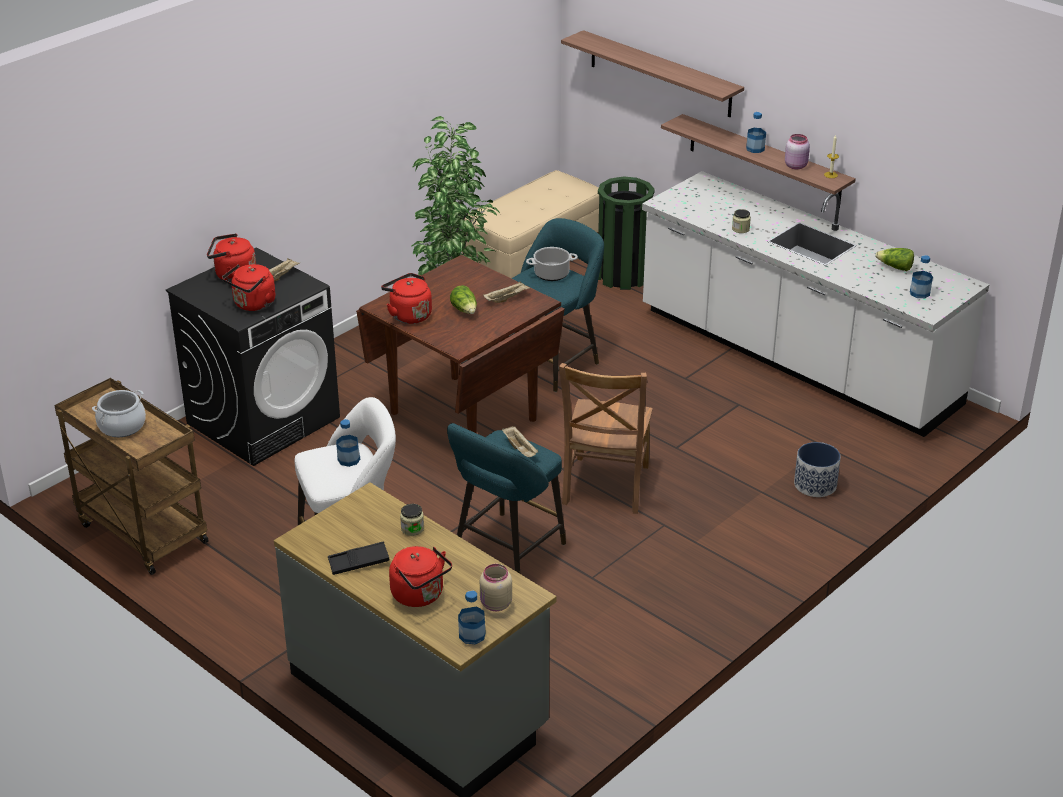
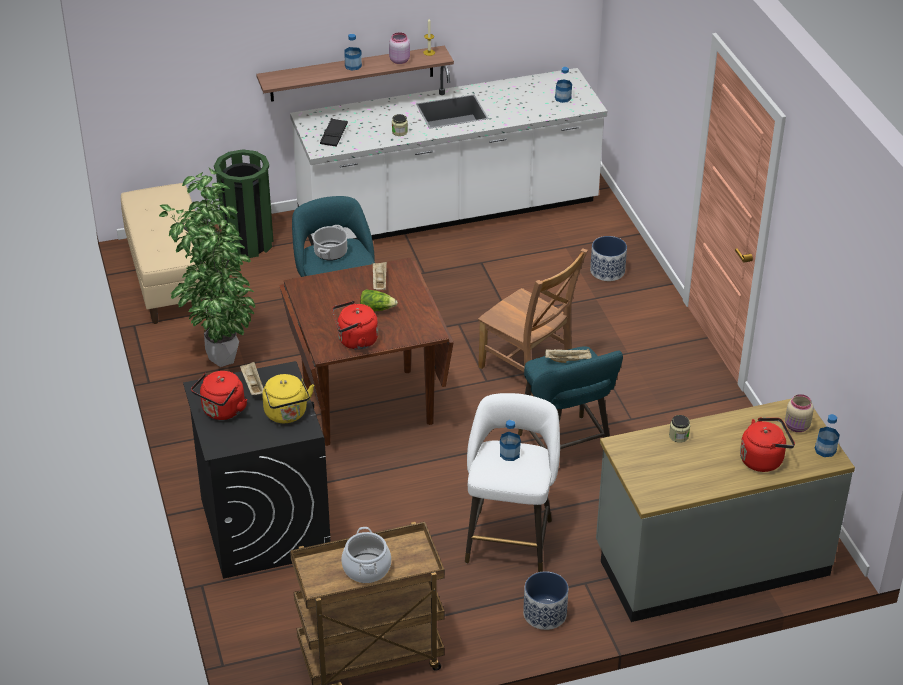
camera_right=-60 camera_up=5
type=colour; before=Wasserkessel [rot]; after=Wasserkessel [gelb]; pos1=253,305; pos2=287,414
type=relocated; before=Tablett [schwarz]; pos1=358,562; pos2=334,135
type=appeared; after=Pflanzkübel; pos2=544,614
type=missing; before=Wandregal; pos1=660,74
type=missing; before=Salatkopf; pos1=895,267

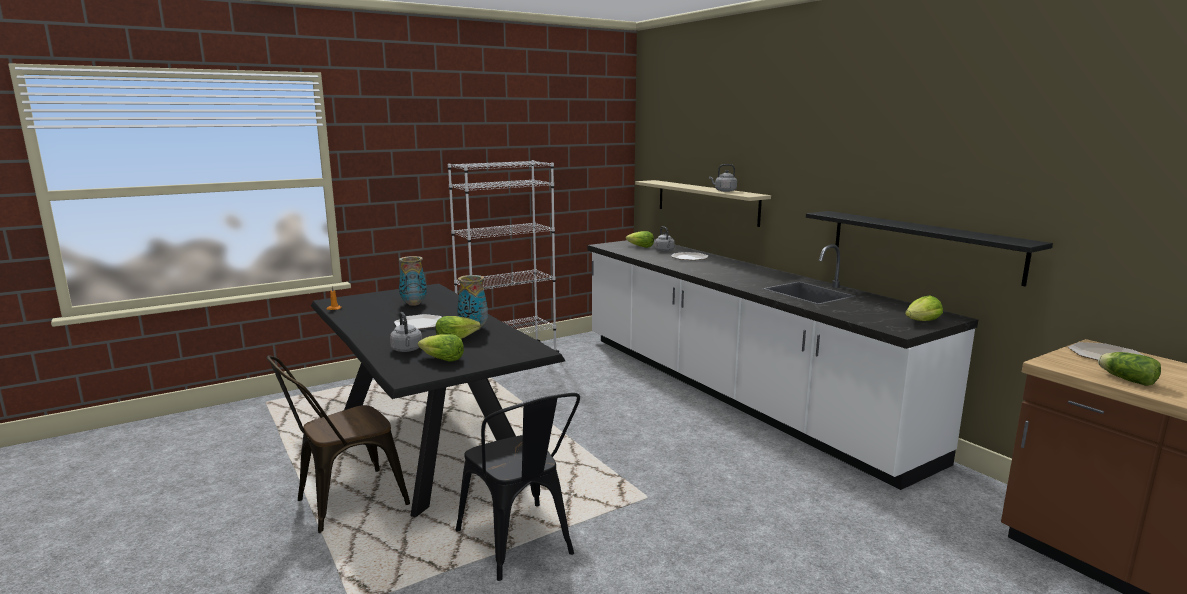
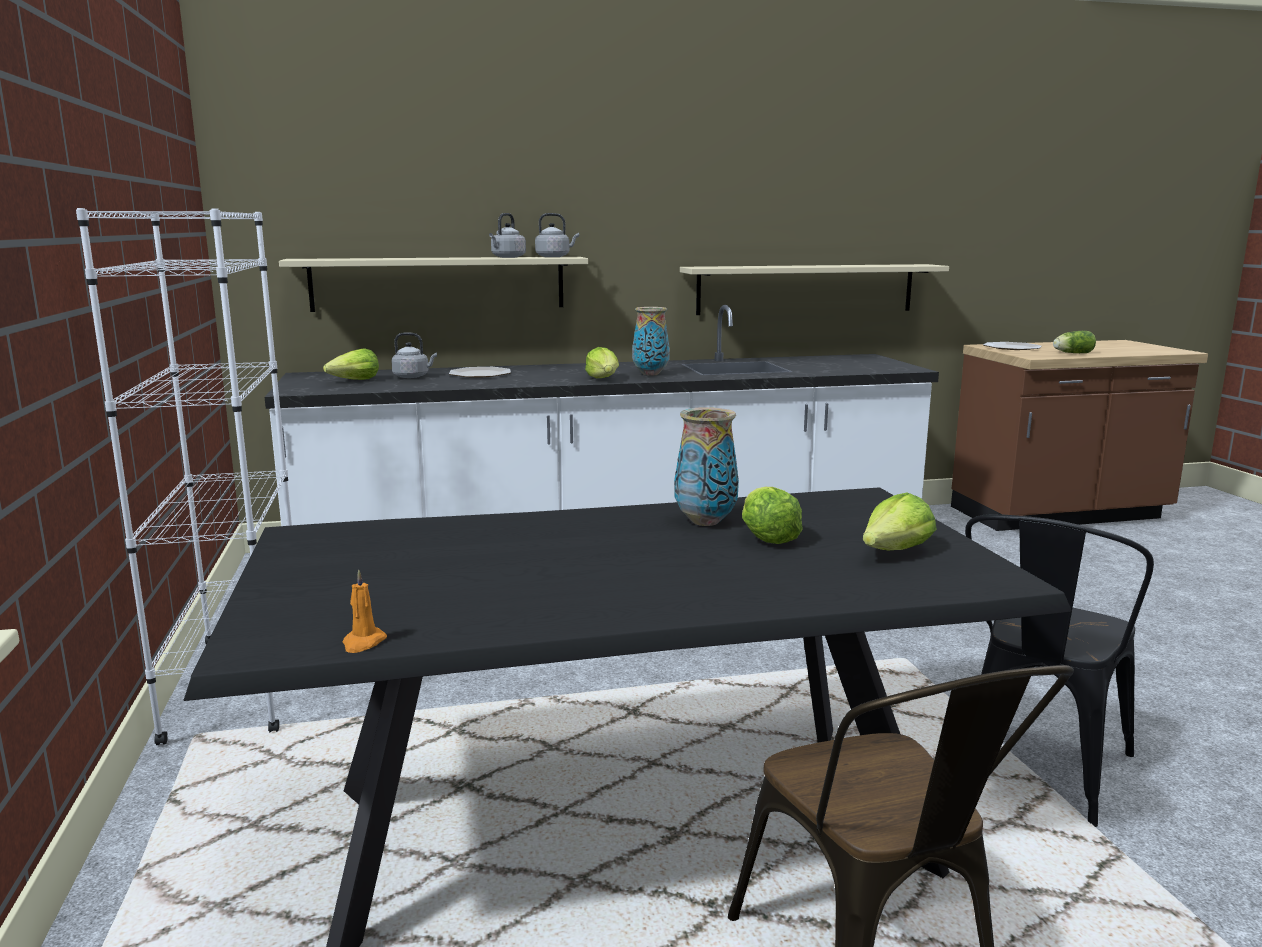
camera_right=-70 camera_up=0
type=relocated; before=Wasserkessel [grau]; pos1=407,350; pos2=554,257
type=relocated; before=Salatkopf; pos1=922,322; pos2=604,379
type=relocated; before=Vase; pos1=414,304; pos2=651,374
type=colour; before=Wandregal [schwarz]; after=Wandregal [beige]; pos1=922,245; pos2=806,289
type=spun; before=Stuhl [schwarz]; pos1=520,546; pos2=1035,772; turn=135
type=missing; before=Teller; pos1=420,323

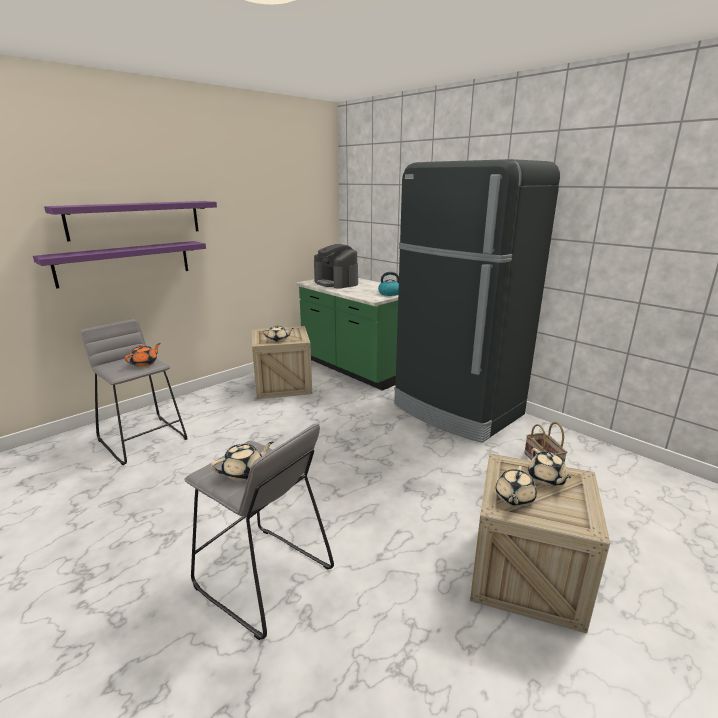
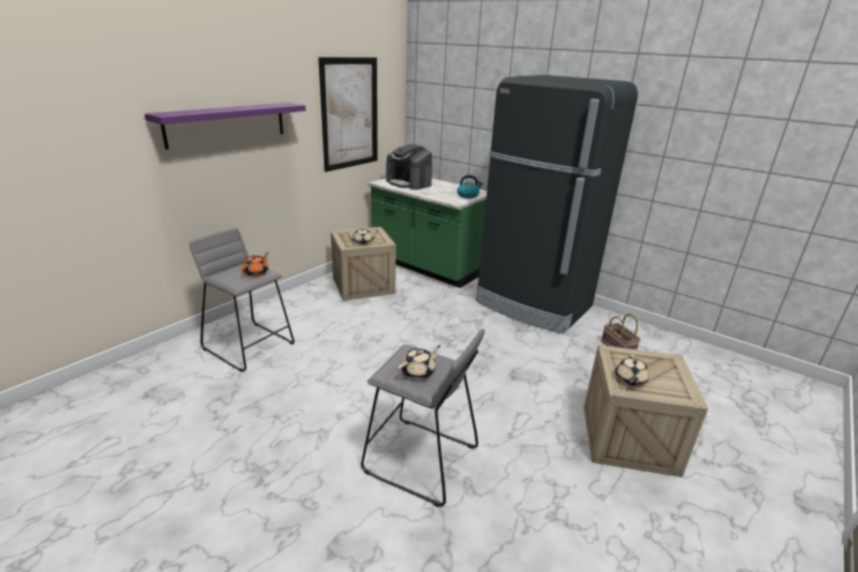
camera_right=-10 camera_up=5
type=appeared; after=Bild; pos2=350,114
type=missing; before=Wandregal [lila]; pos1=124,263
type=missing; before=Teekanne [beige]; pos1=546,479

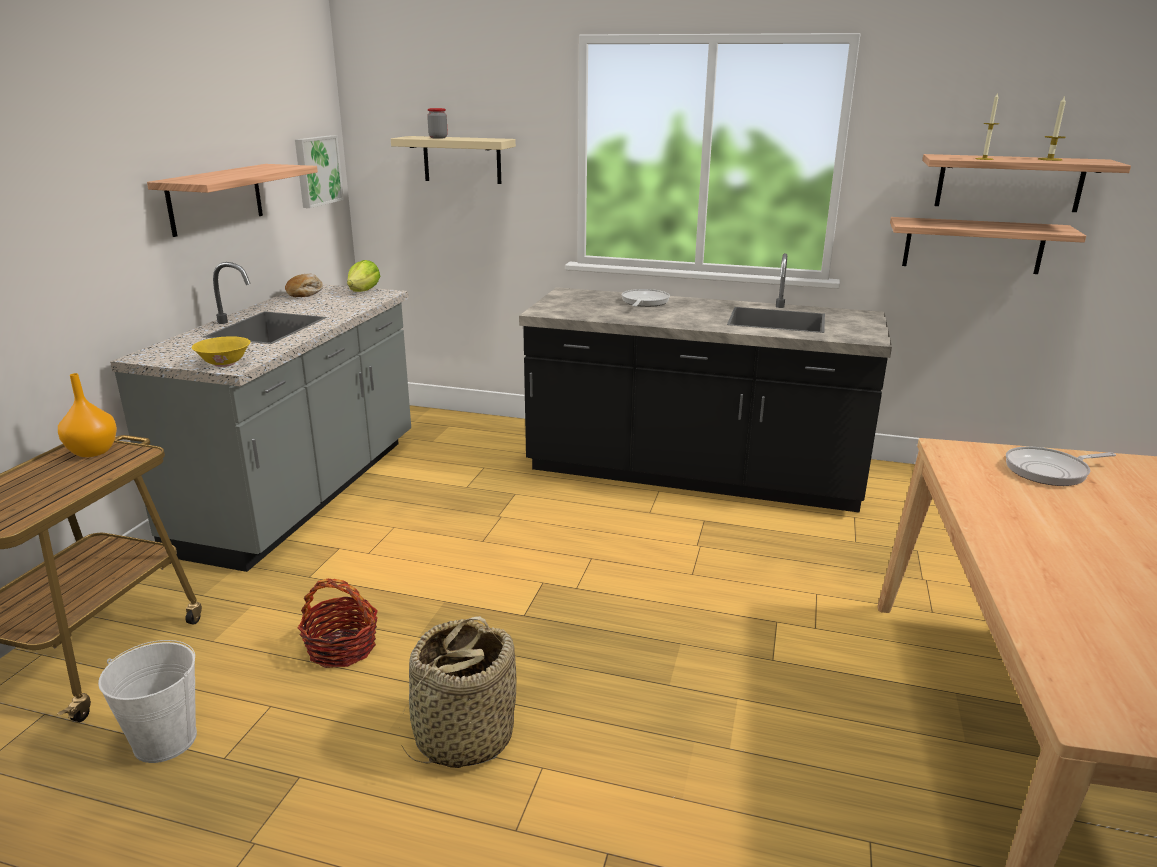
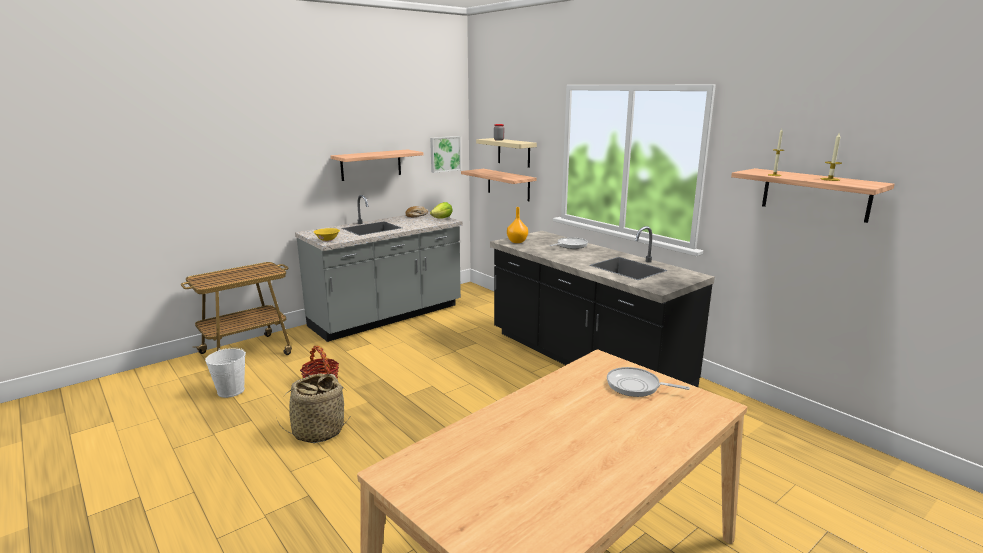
camera_right=35 camera_up=-5
type=relocated; before=Wandregal; pos1=973,245; pos2=508,184
type=relocated; before=Vase [orange]; pos1=91,452; pos2=516,241

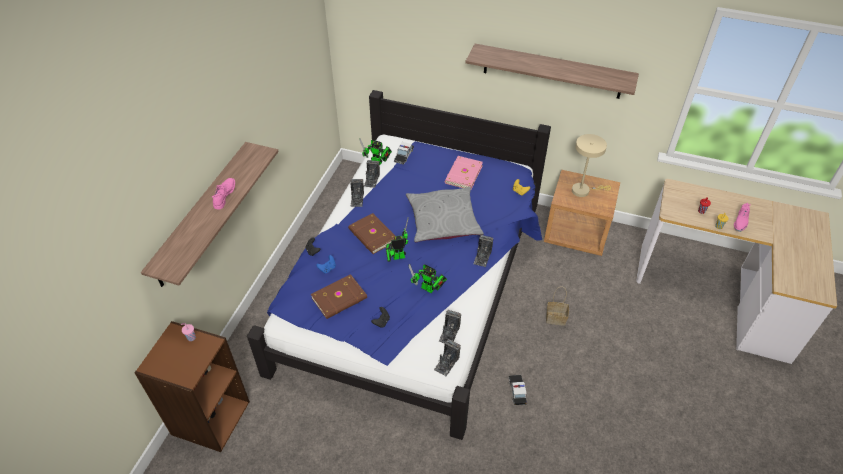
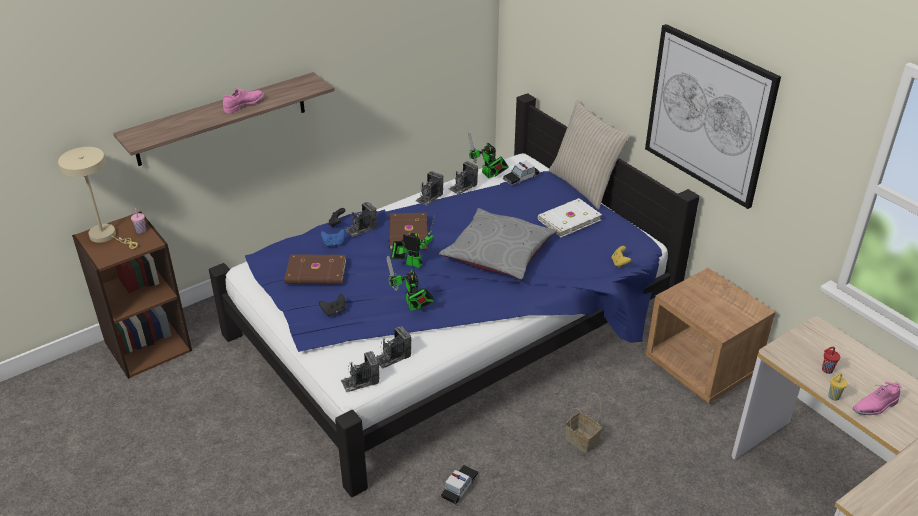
camera_right=35 camera_up=-10
type=relocated; before=Tischlampe [beige]; pos1=583,190; pos2=107,236
type=relocated; before=Kamera; pos1=482,257; pos2=361,228
type=colour; before=Buch [rosa]; after=Buch [weiß]; pos1=463,174; pos2=568,219
type=appeared; after=Kissen [beige]; pos2=584,186
type=exchanged; before=Wandregal; after=Bild; pos1=552,71; pos2=708,115

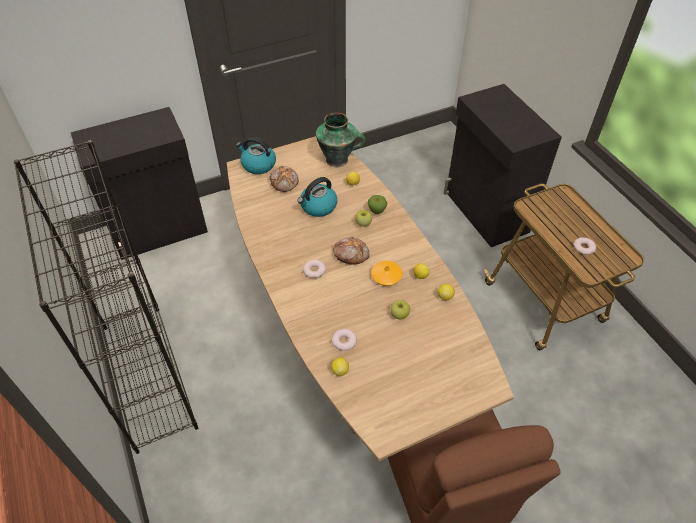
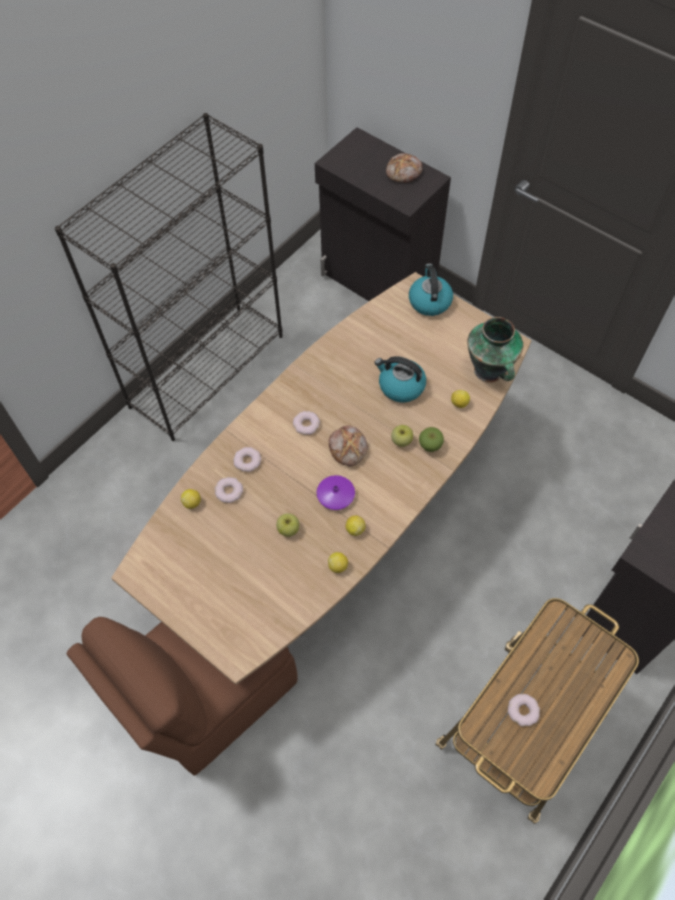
camera_right=65 camera_up=10
type=appeared; after=Donut; pos2=247,461
type=colour; before=Vase [orange]; after=Vase [lila]; pos1=386,276; pos2=335,495
type=relocated; before=Brot; pos1=285,182; pos2=404,173

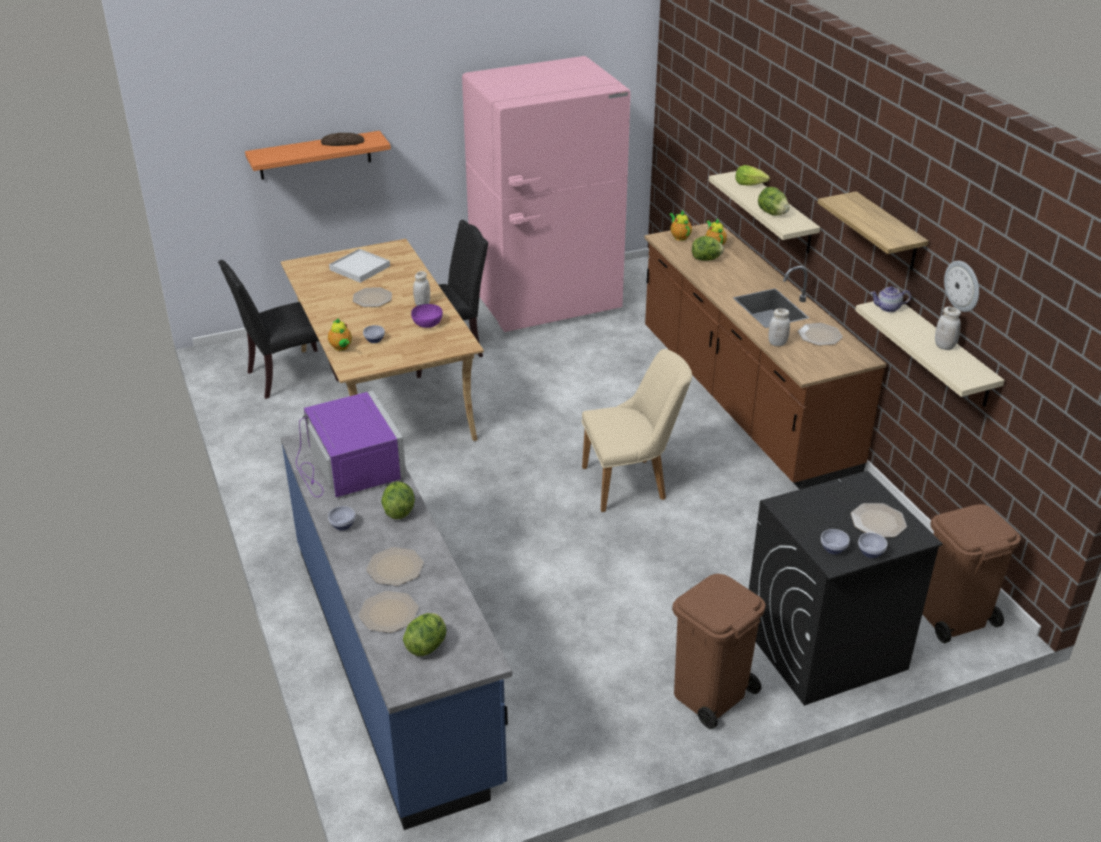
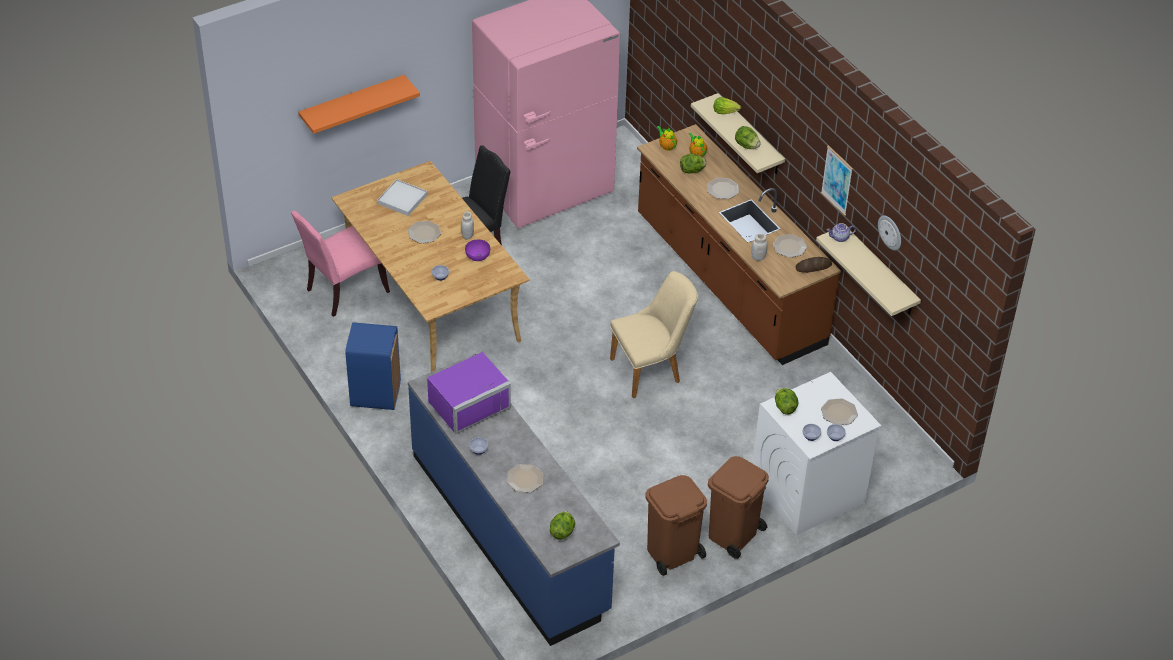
camera_right=-10 camera_up=10
type=colour; before=Stuhl [schwarz]; after=Stuhl [rosa]; pos1=288,376; pos2=343,291
type=appeared; after=Mülleimer [blau]; pos2=375,394
type=spun; before=Mikrowelle [lila]; pos1=349,466; pos2=466,402; turn=90
type=relocated; before=Mülleimer [braun]; pos1=953,617; pos2=672,553
type=relocated; before=Teller; pos1=389,612; pos2=722,189
type=colour; before=Waschmaschine [schwarz]; after=Waschmaschine [weiß]; pos1=824,648; pos2=807,492
type=relocated; before=Salatkopf; pos1=398,511; pos2=784,407
type=relocated; before=Brot; pos1=342,143; pos2=813,267
type=exchanged; before=Wandregal; after=Bild; pos1=888,232; pos2=837,180
type=missing; before=Teekanne; pos1=341,348
type=missing; before=Vorratsglas [weiß]; pos1=944,346

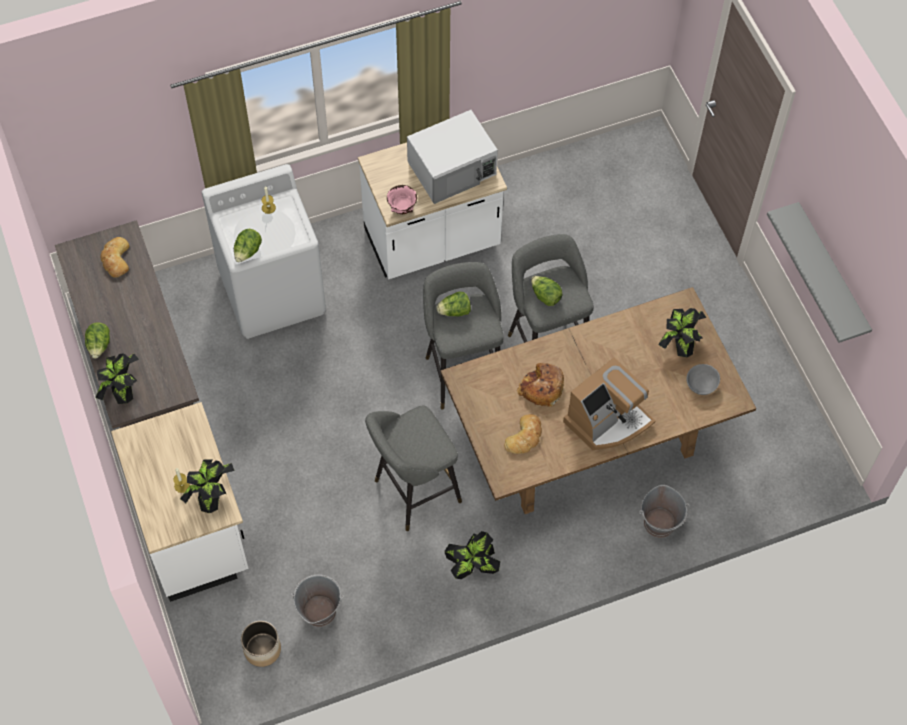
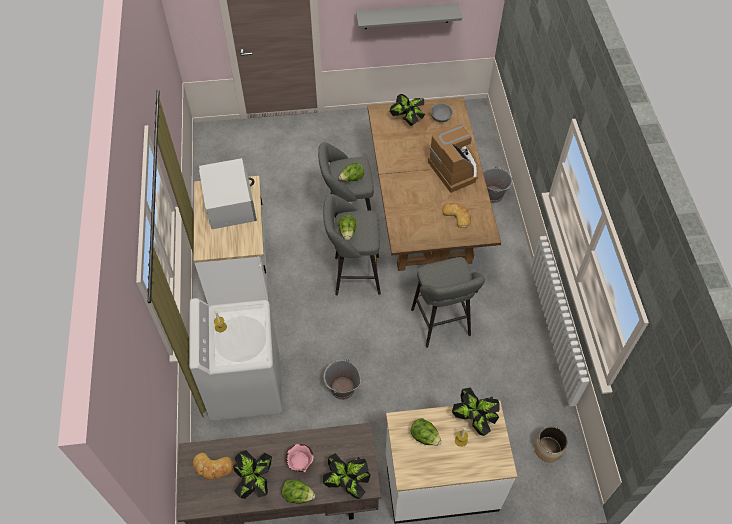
camera_right=-75 camera_up=-5
type=relocated; before=Topfpflanze; pos1=472,566; pos2=255,481
type=relocated; before=Schüssel [rosa]; pos1=401,209; pos2=300,464
type=relocated; before=Eimer [grau]; pos1=319,611; pos2=342,389
type=relocated; before=Salatkopf; pos1=248,252; pos2=425,436
type=missing; before=Brot; pos1=541,388

